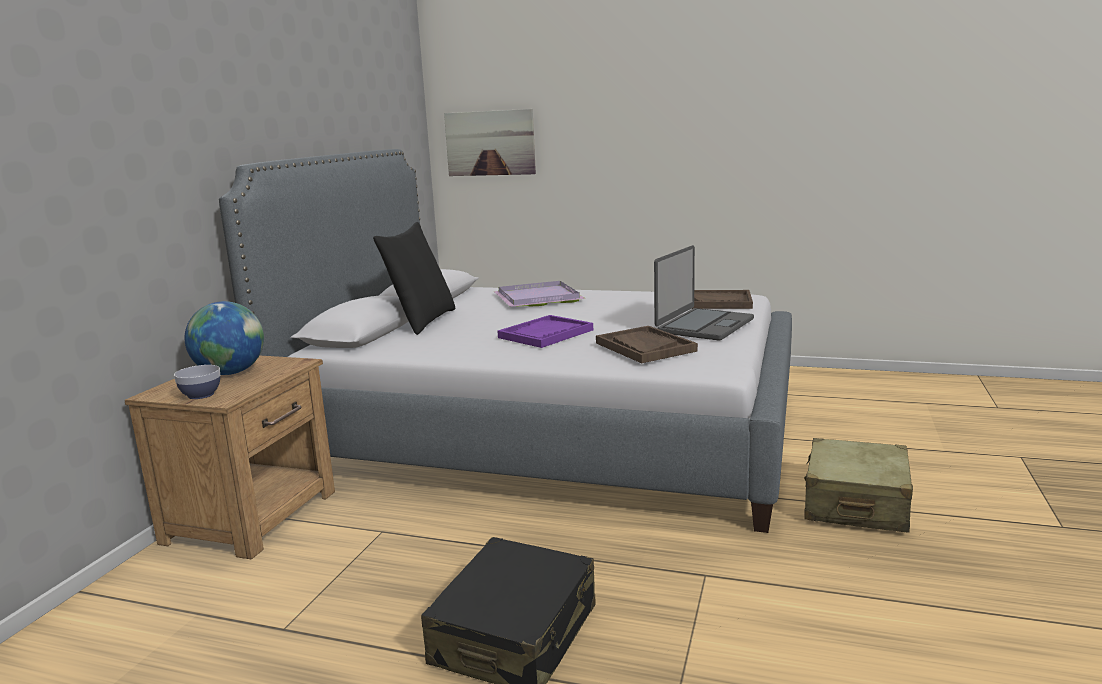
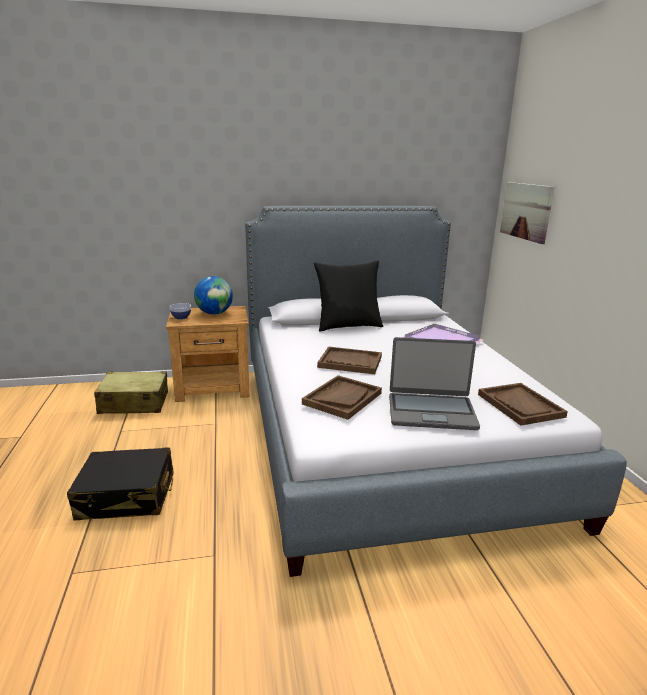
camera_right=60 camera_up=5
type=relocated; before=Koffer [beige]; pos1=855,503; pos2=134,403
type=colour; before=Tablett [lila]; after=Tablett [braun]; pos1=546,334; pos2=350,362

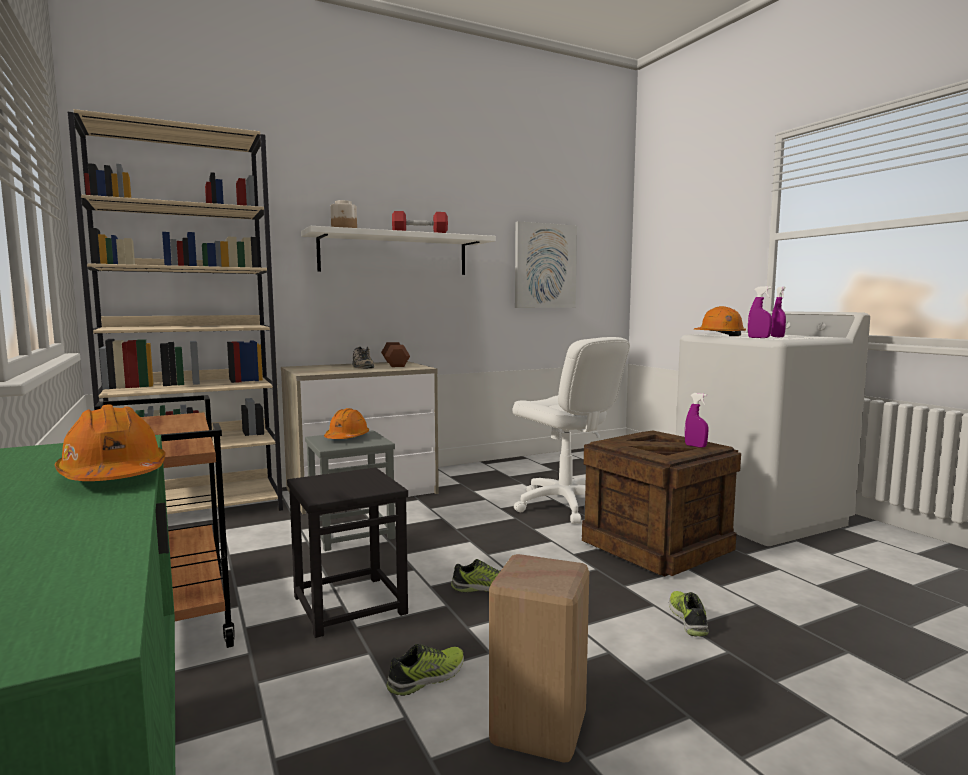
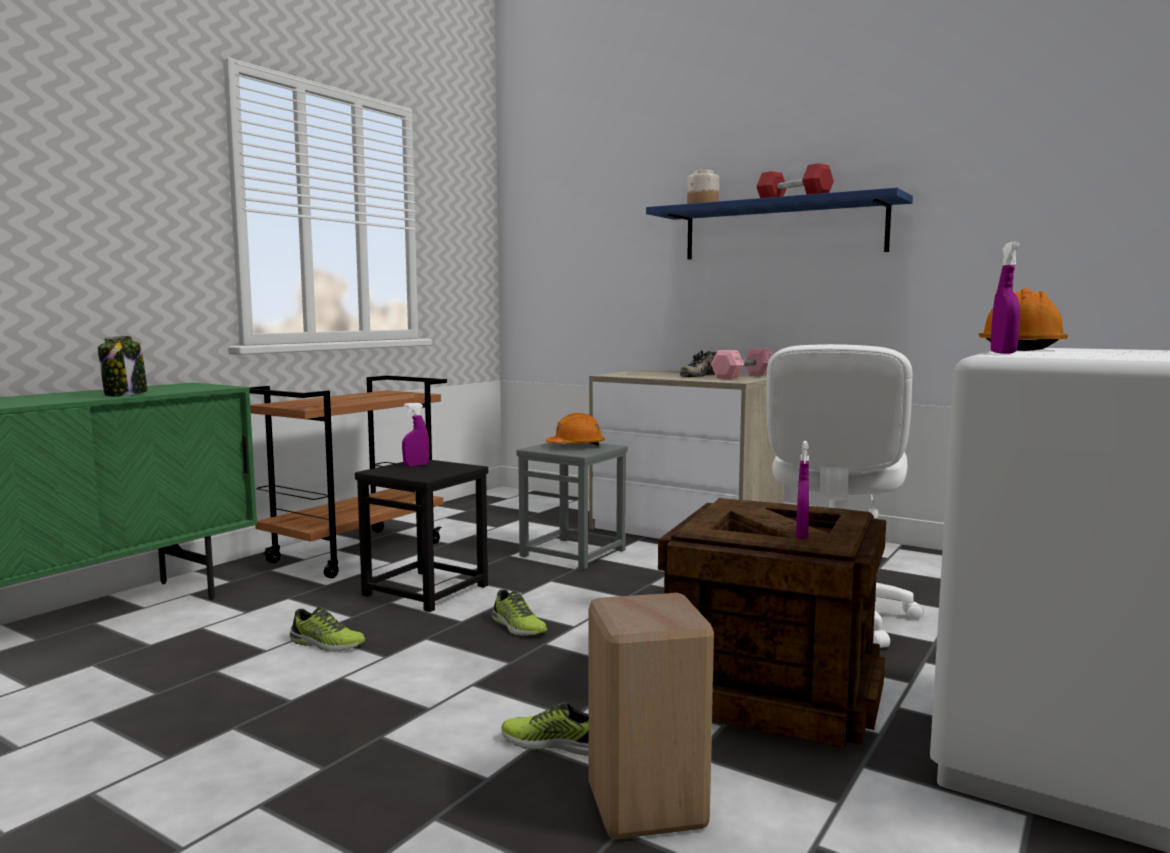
camera_right=60 camera_up=0
type=exchanged; before=Schutzhelm [orange]; after=Vorratsglas; pos1=113,476; pos2=125,394
type=relocated; before=Sprühflasche [lila]; pos1=777,337; pos2=416,465
type=spun; before=Schuh; pos1=689,619; pos2=554,743; turn=-135
type=relocated; before=Hocker [beige]; pos1=540,731; pos2=644,809
type=colour; before=Wandregal [weiß]; after=Wandregal [blau]; pos1=394,254; pos2=782,230
type=colour; before=Hantel [braun]; after=Hantel [rosa]; pos1=395,364; pos2=743,376
type=missing; before=Bücherregal [beige]; pos1=199,509
type=missing; before=Bild; pos1=545,266

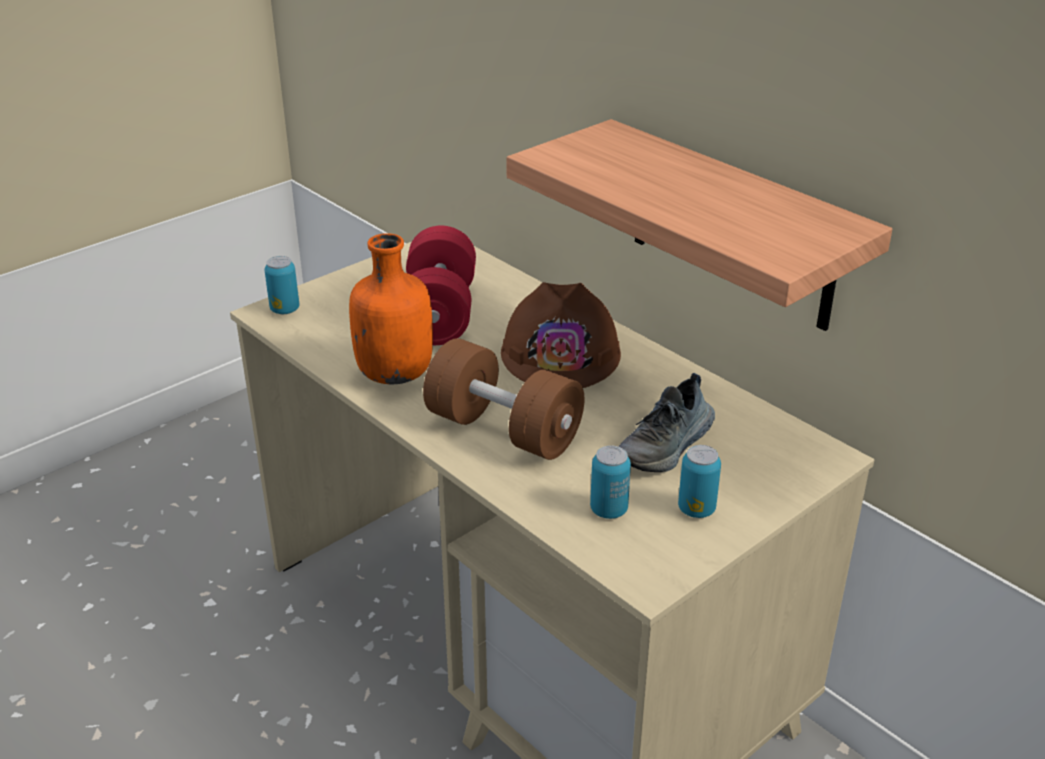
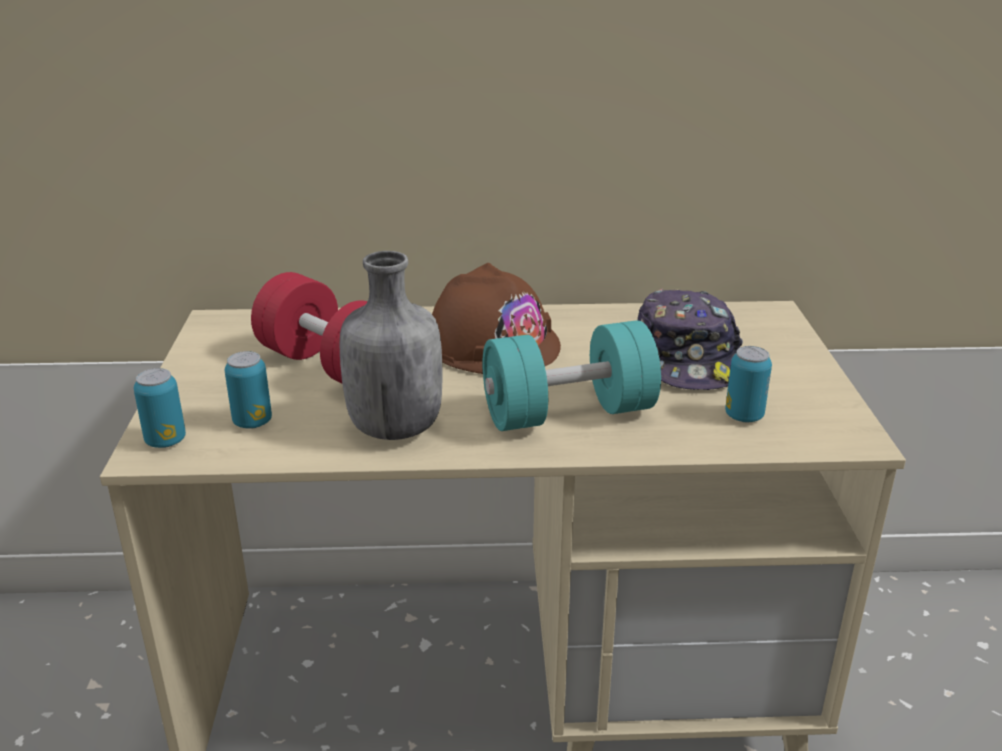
camera_right=-50 camera_up=-5
type=relocated; before=Dose; pos1=696,509; pos2=252,422
type=colour; before=Flasche [orange]; after=Flasche [grau]; pos1=395,373; pos2=394,427
type=colour; before=Hantel [braun]; after=Hantel [türkis]; pos1=503,430; pos2=568,413
type=exchanged; before=Schuh; after=Kappe; pos1=666,446; pos2=686,358
type=missing; before=Wandregal; pos1=732,226

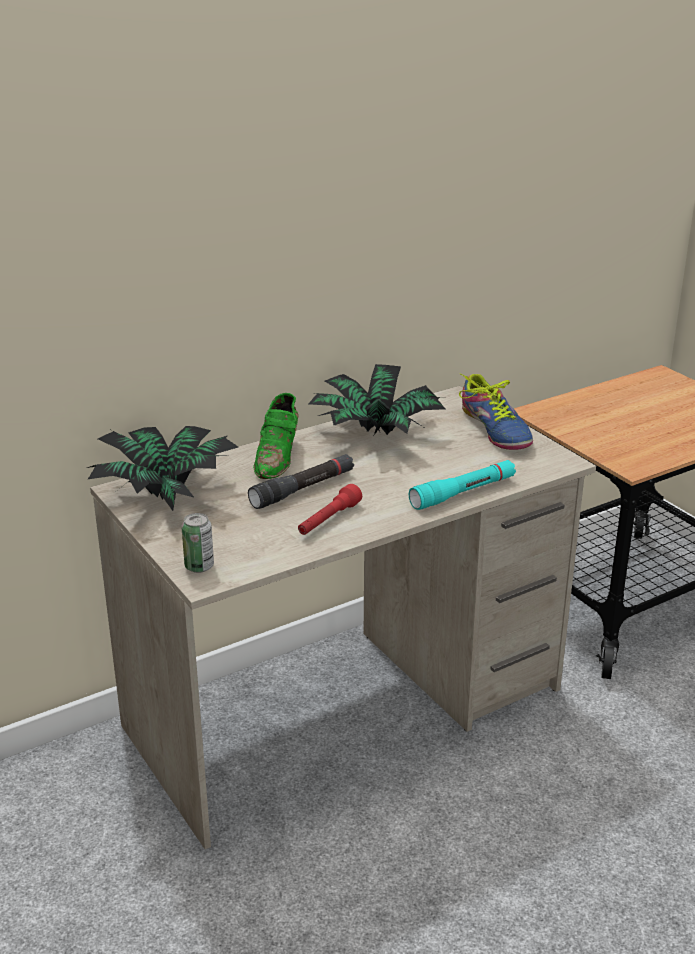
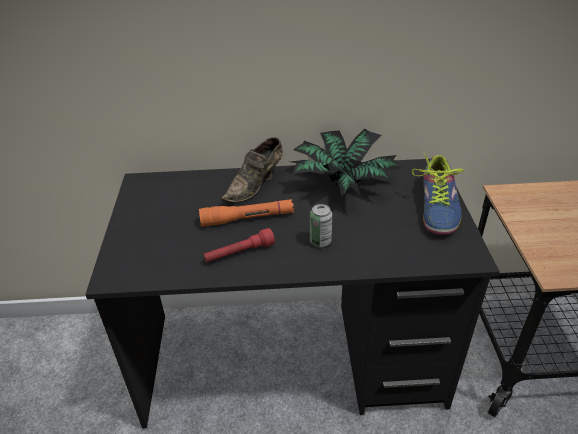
camera_right=30 camera_up=10
type=colour; before=Schreibtisch [beige]; after=Schreibtisch [schwarz]; pos1=346,709; pos2=293,360
type=colour; before=Taschenlampe [schwarz]; after=Taschenlampe [orange]; pos1=303,489; pos2=247,218
type=colour; before=Schuh [grün]; after=Schuh [braun]; pos1=278,458; pos2=256,185
type=relocated; before=Dose; pos1=199,566; pos2=320,241
type=missing; before=Topfpflanze; pos1=168,493
type=missing; before=Taschenlampe [türkis]; pos1=463,493

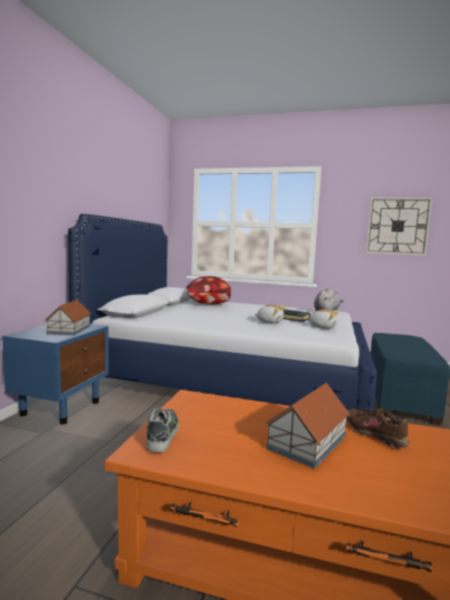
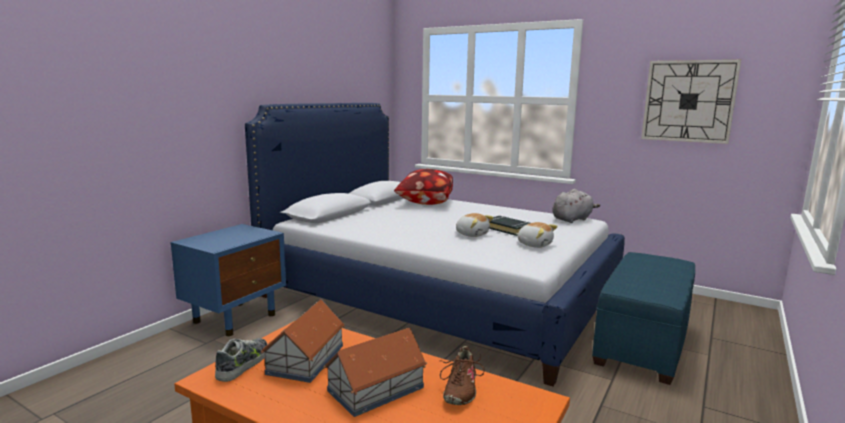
camera_right=15 camera_up=5
type=relocated; before=Spielzeughaus; pos1=69,330; pos2=305,359
type=spun; before=Schuh [braun]; pos1=375,434; pos2=460,389; turn=-150

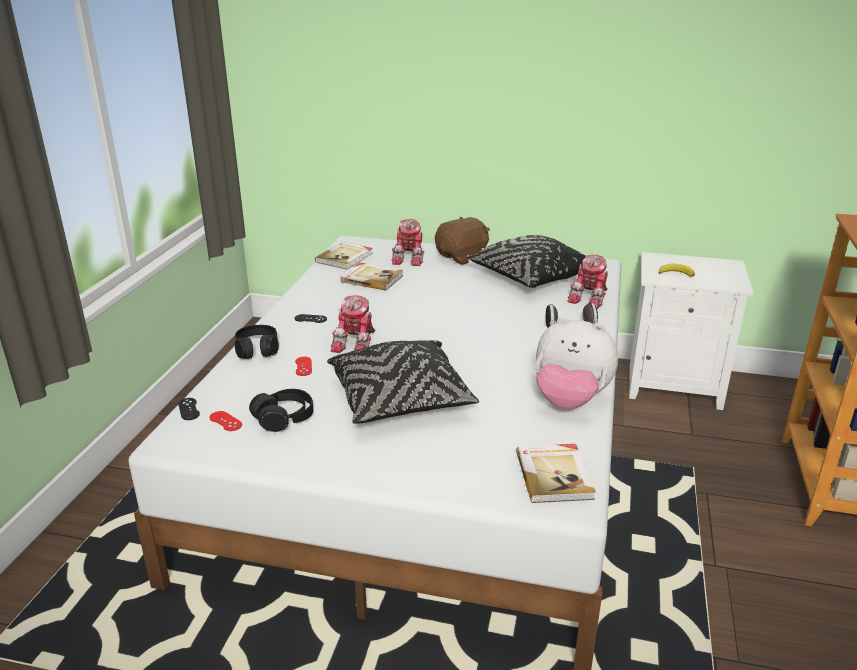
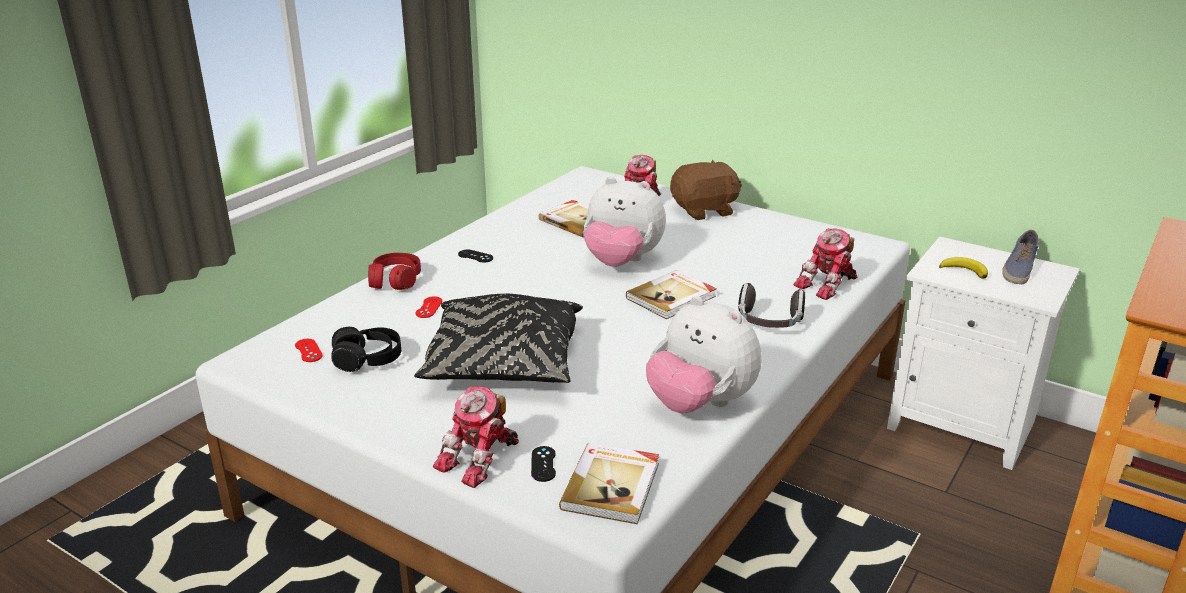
camera_right=20 camera_up=0
type=colour; before=Kopfhörer [schwarz]; after=Kopfhörer [rot]; pos1=257,350; pos2=395,281
type=relocated; before=Spielzeugroboter; pos1=357,343; pos2=481,459
type=relocated; before=Gamepad [schwarz]; pos1=189,409; pos2=543,464
type=appeared; after=Plüschtier; pos2=622,262
type=relocated; before=Buch; pos1=345,257; pos2=672,297
type=appeared; after=Schuh; pos2=1018,269
type=missing; before=Kissen [schwarz]; pos1=530,277

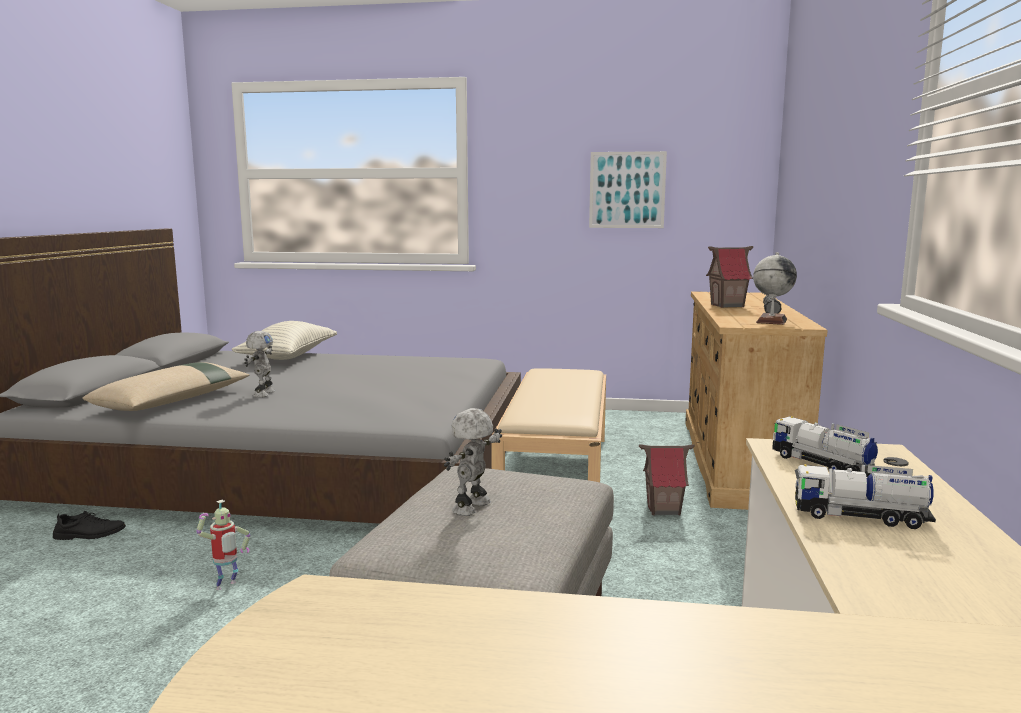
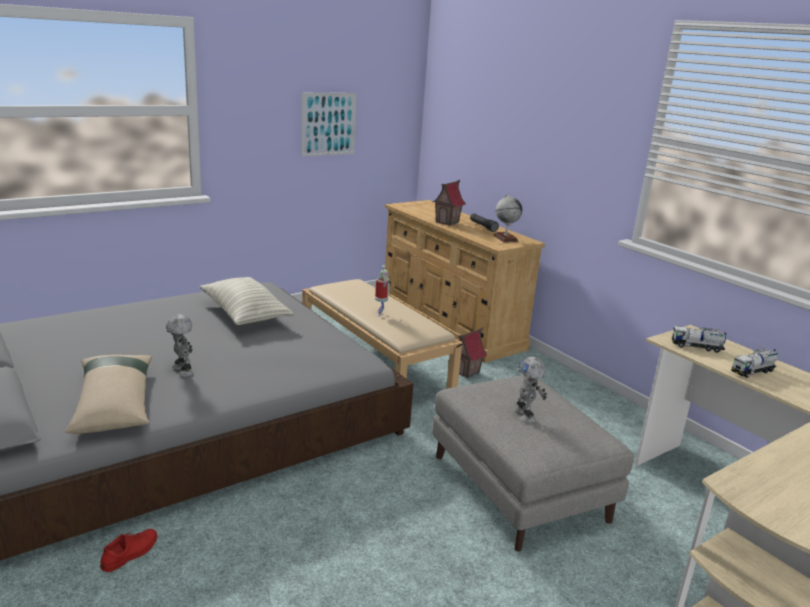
camera_right=-45 camera_up=10
type=colour; before=Schuh [schwarz]; after=Schuh [rot]; pos1=89,534; pos2=130,553
type=relocated; before=Kissen; pos1=288,357; pos2=245,314
type=relocated; before=Spielzeugroboter; pos1=227,587; pos2=381,314

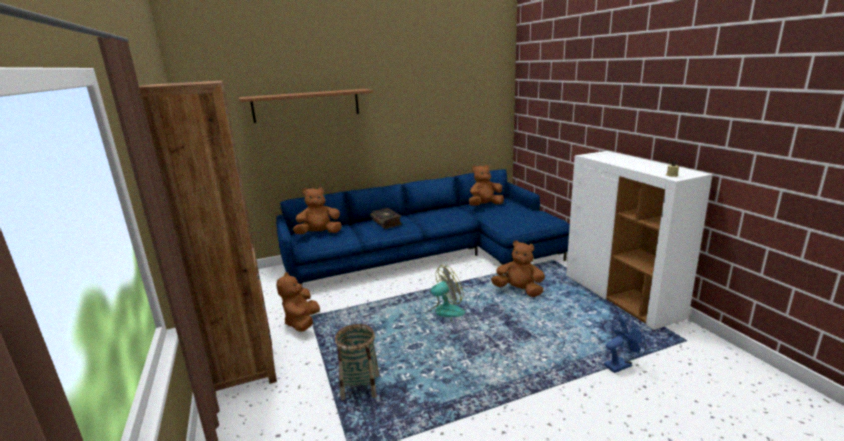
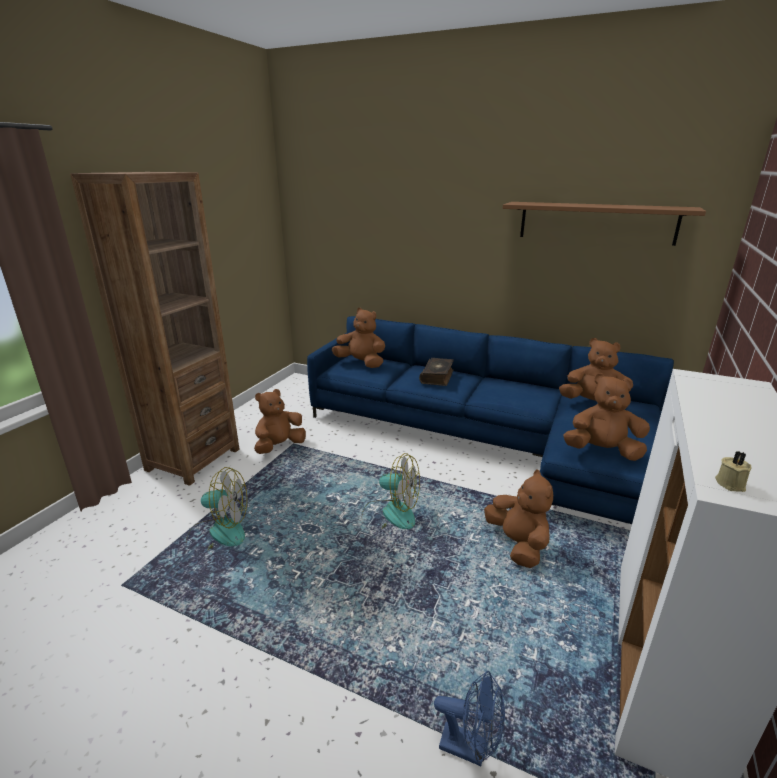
camera_right=45 camera_up=5
type=exchanged; before=Korb; after=Ventilator; pos1=360,387; pos2=218,533
type=relocated; before=Wandregal [braun]; pos1=306,105; pos2=596,222
type=appeared; after=Plüschtier [braun]; pos2=602,451

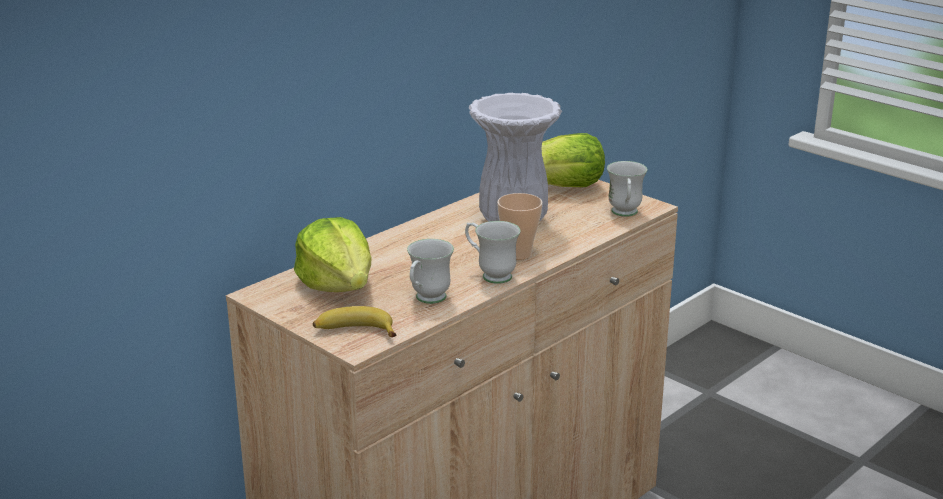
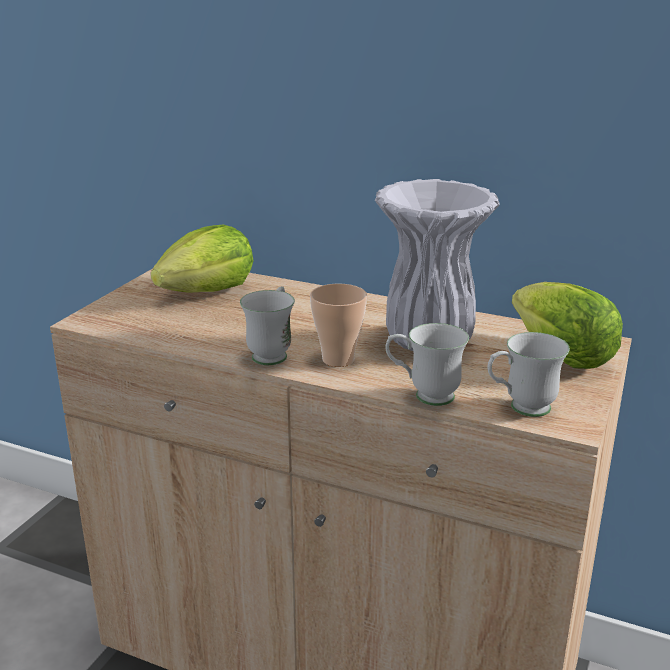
camera_right=70 camera_up=0
type=relocated; before=Henkelbecher [weiß]; pos1=427,300; pos2=424,396
type=missing; before=Banane; pos1=354,331

